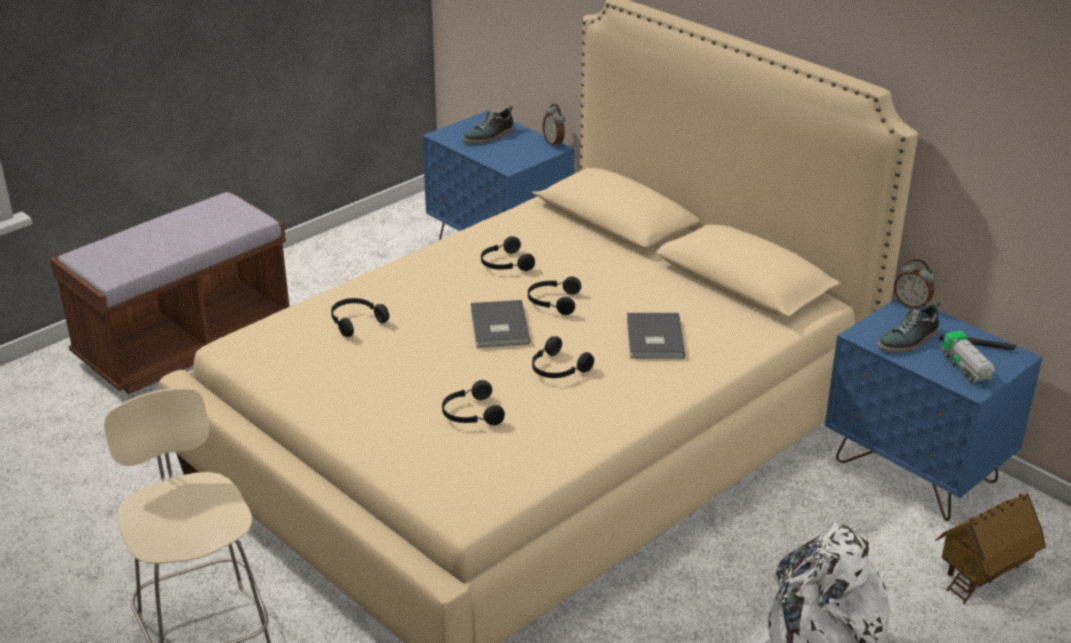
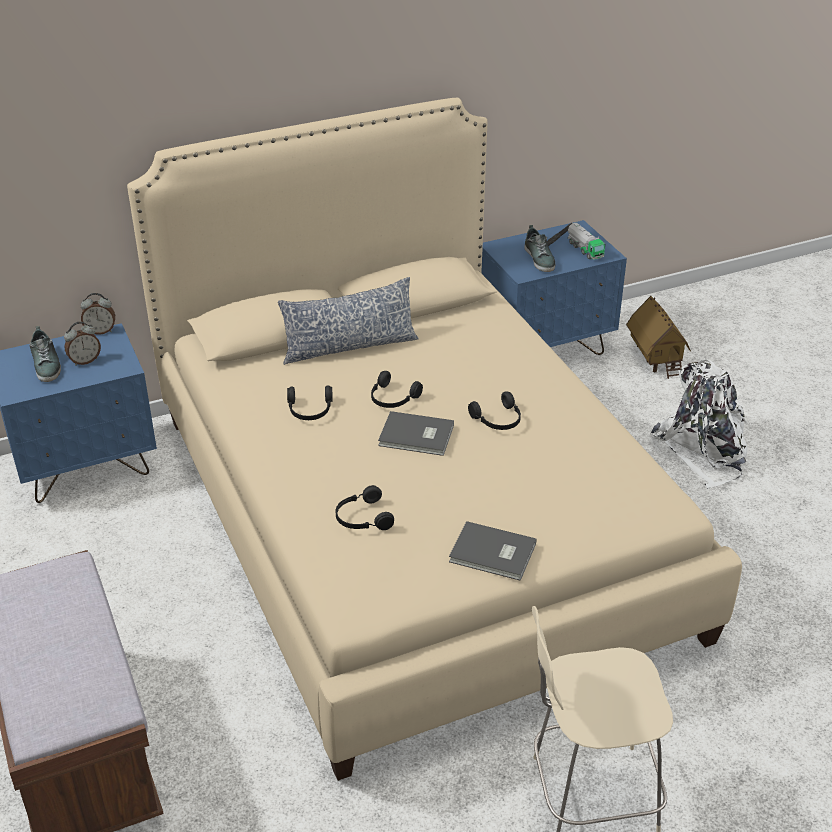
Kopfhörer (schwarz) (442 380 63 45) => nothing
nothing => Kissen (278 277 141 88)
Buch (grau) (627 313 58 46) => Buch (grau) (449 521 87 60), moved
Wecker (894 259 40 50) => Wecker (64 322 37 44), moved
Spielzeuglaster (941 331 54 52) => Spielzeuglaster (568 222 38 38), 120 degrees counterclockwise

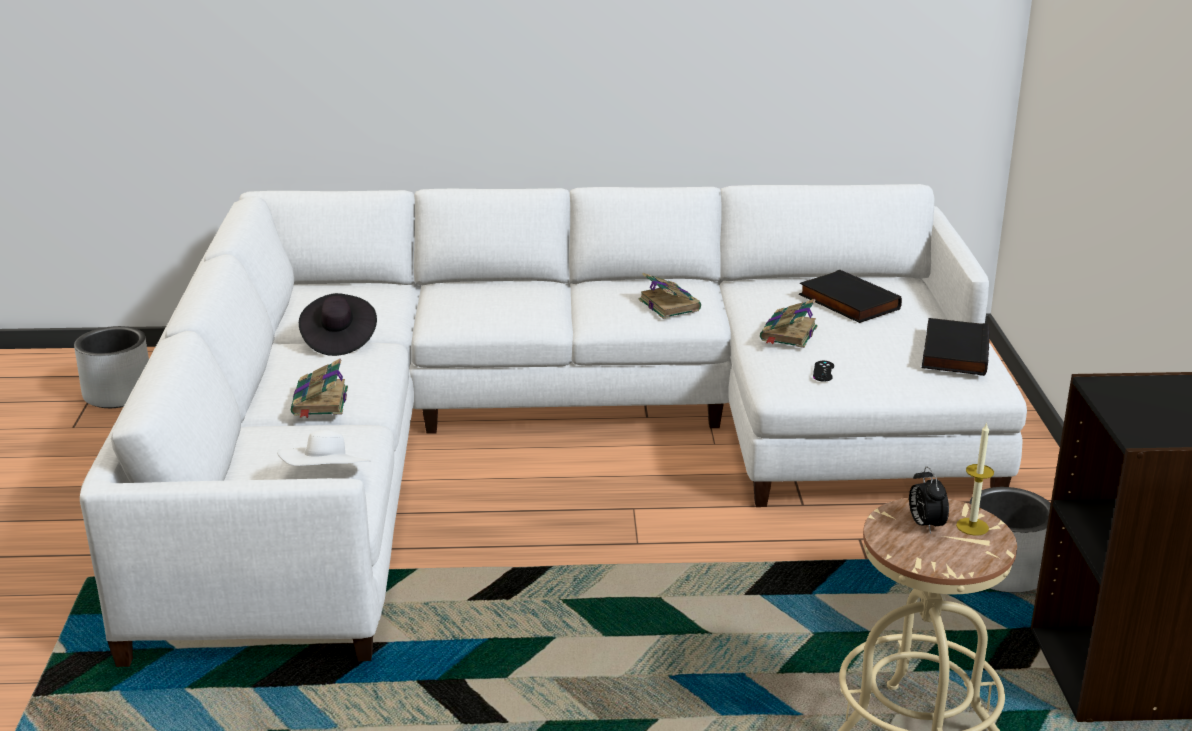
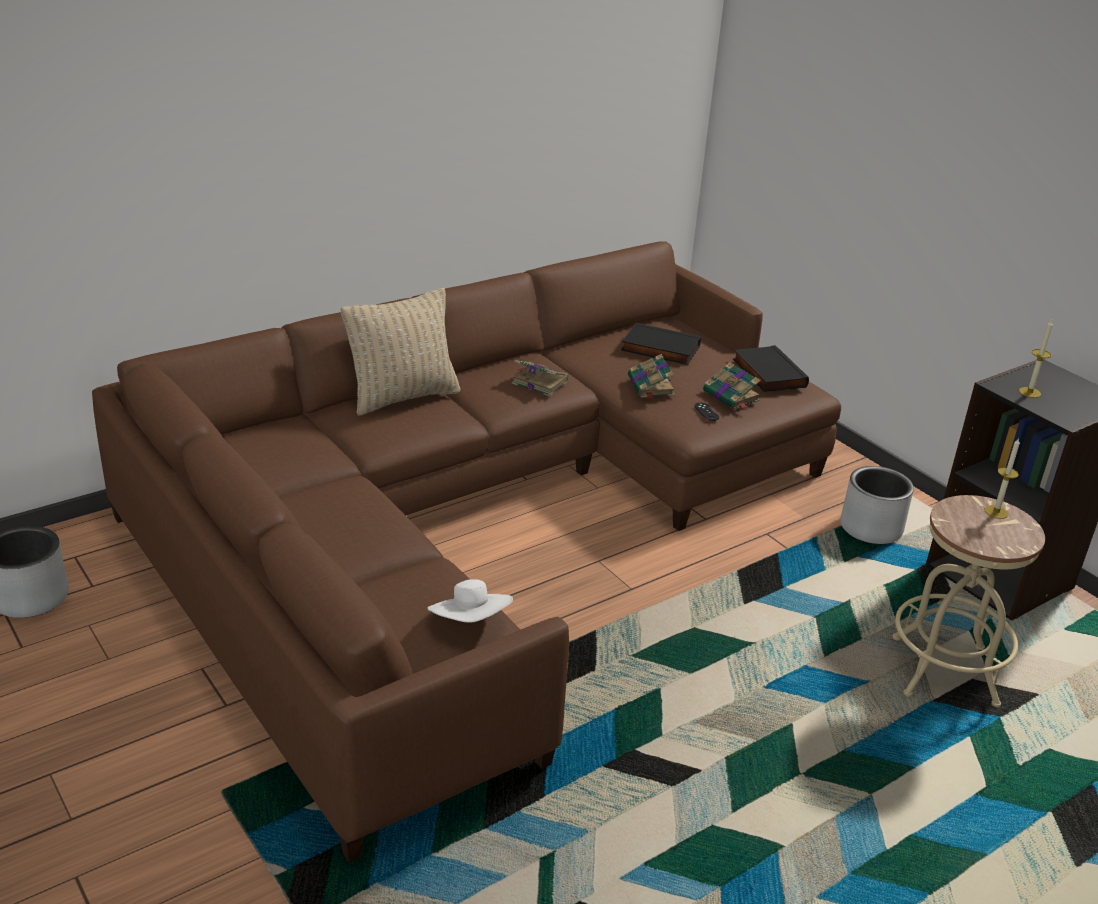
Hut (schwarz) (299 293 78 63) => nothing
Wecker (909 466 40 68) => nothing
nothing => Kissen (beige) (341 288 119 128)
nothing => Kerze (1019 320 34 78)
Buch (291 359 57 59) => Buch (703 362 58 48), moved
Sofa (weiß) (80 184 947 483) => Sofa (braun) (92 241 749 621)

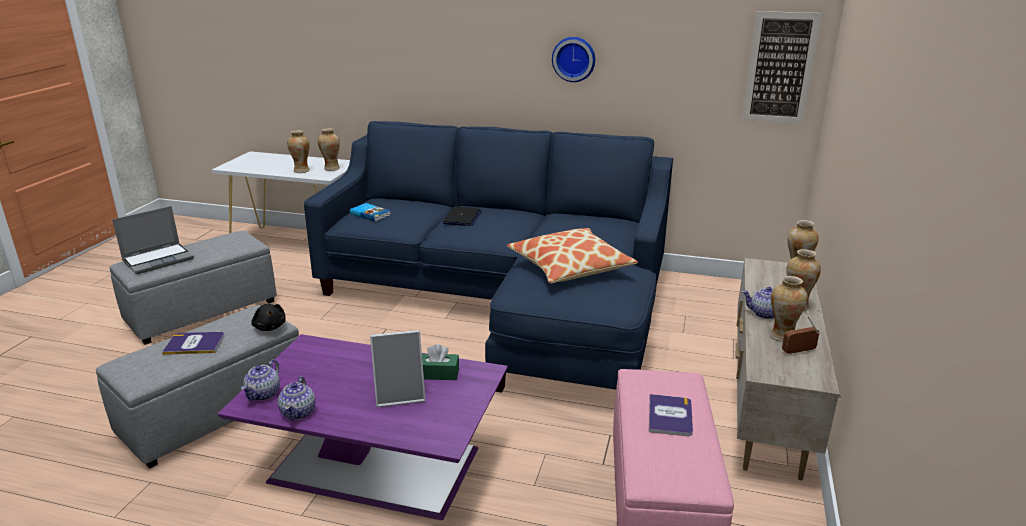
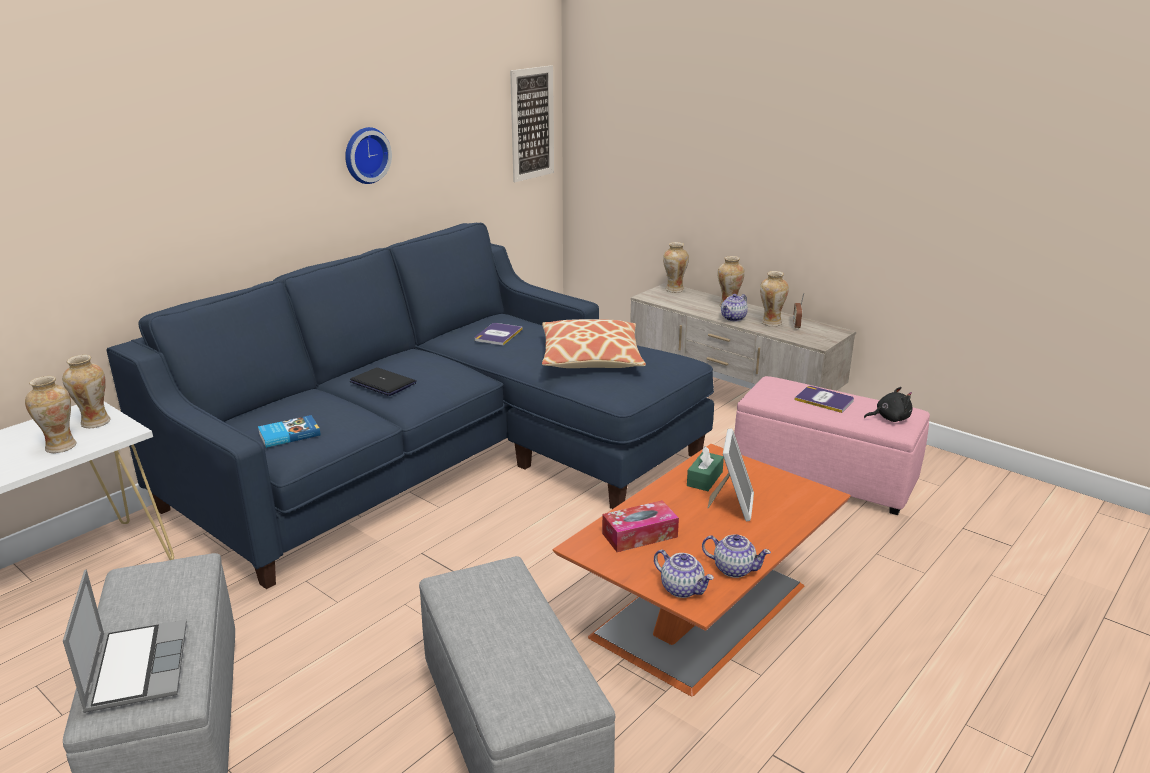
nothing => Taschentuchbox (602 500 77 52)
Buch (162 332 62 23) => Buch (474 323 49 22), moved
Plüschtier (schwarz) (251 304 35 27) => Plüschtier (schwarz) (864 387 49 35), moved
Couchtisch (lila) (218 334 290 186) => Couchtisch (orange) (553 444 298 252)

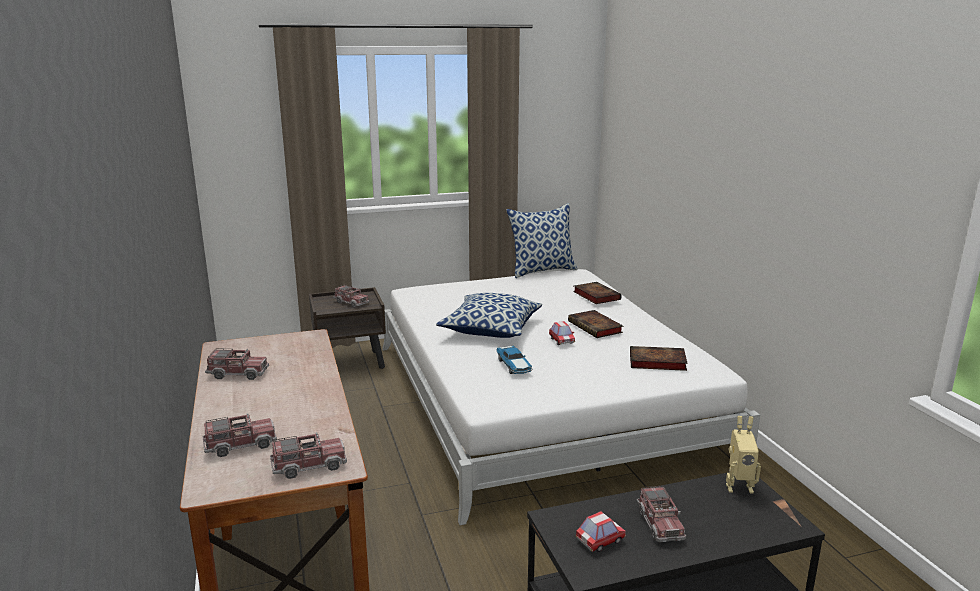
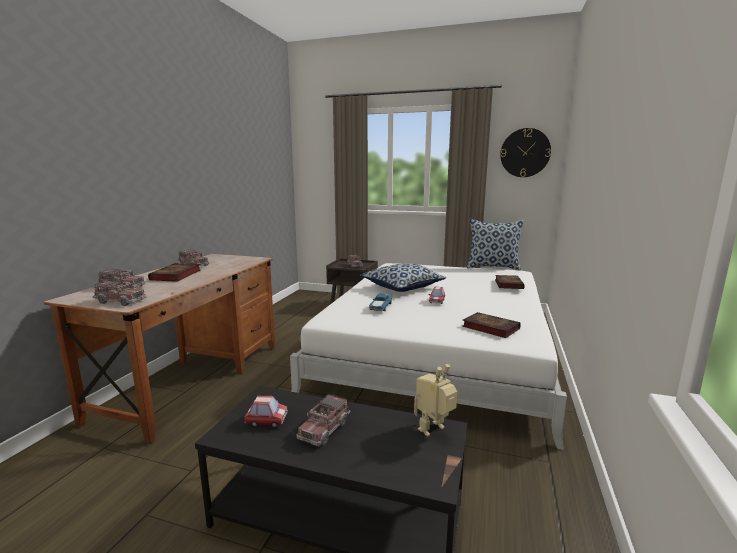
nothing => Wanduhr (500 128 51 49)
Buch (568 310 55 28) => Buch (148 263 53 19), moved
Spielzeugroboter (726 416 35 78) => Spielzeugroboter (414 364 43 72), 105 degrees clockwise

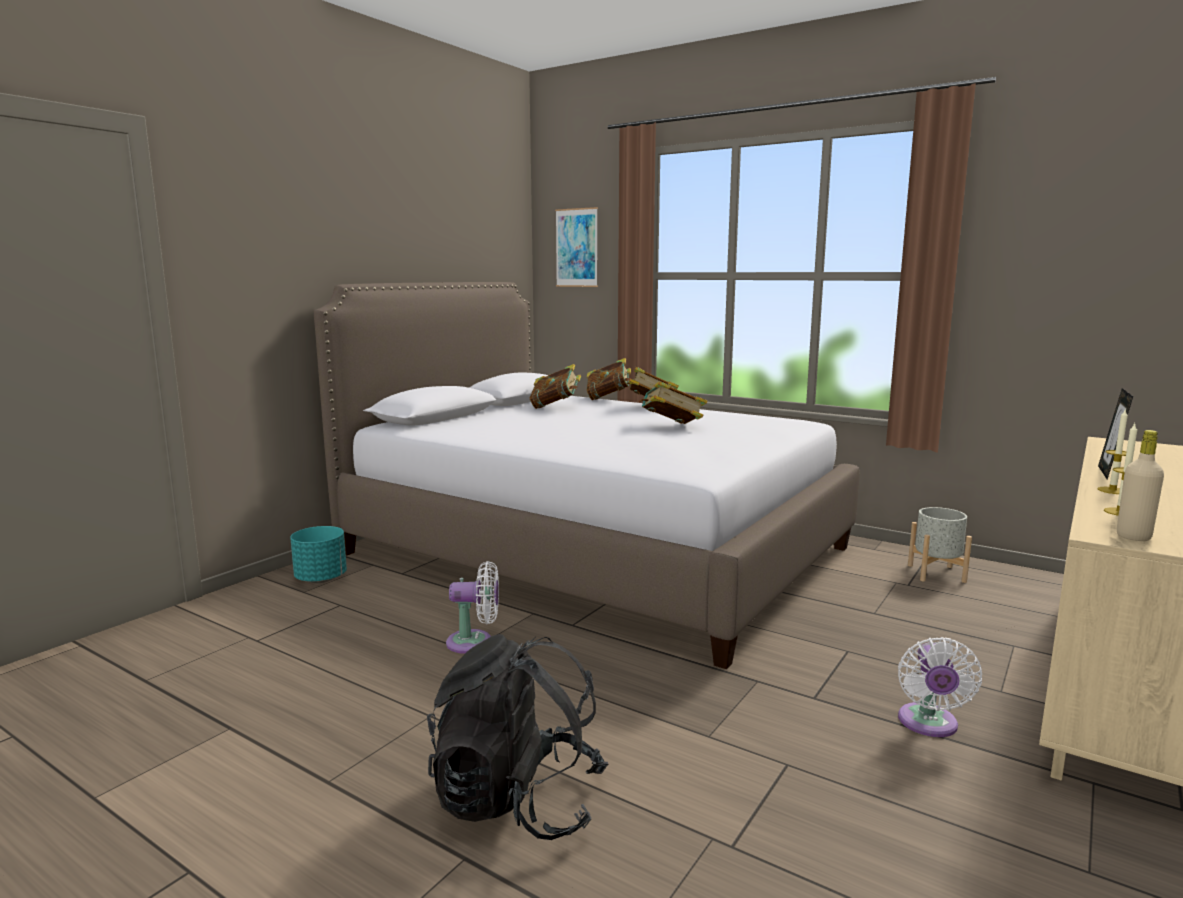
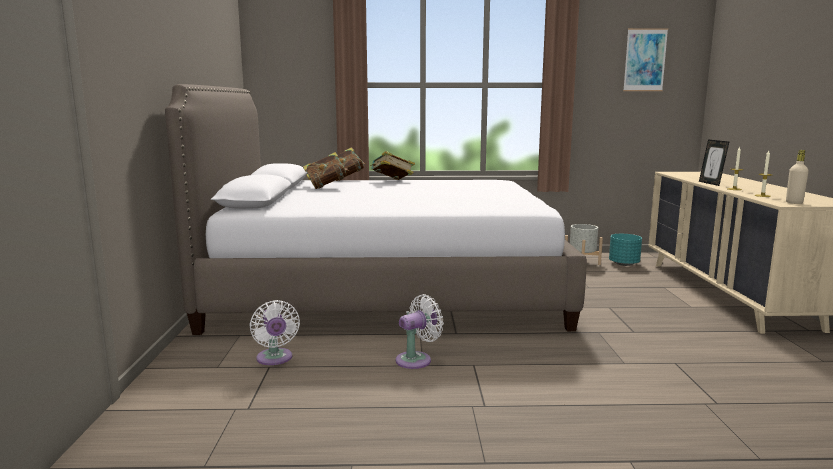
Rucksack (schwarz) (427 634 181 206) => nothing
Buch (639 381 68 43) => nothing
Pflanzkübel (türkis) (290 526 57 57) => Pflanzkübel (türkis) (609 234 33 32), moved
Bild (555 207 43 80) => Bild (623 28 45 63), moved
Ventilator (weiß) (898 637 84 100) => Ventilator (weiß) (249 300 51 65), moved

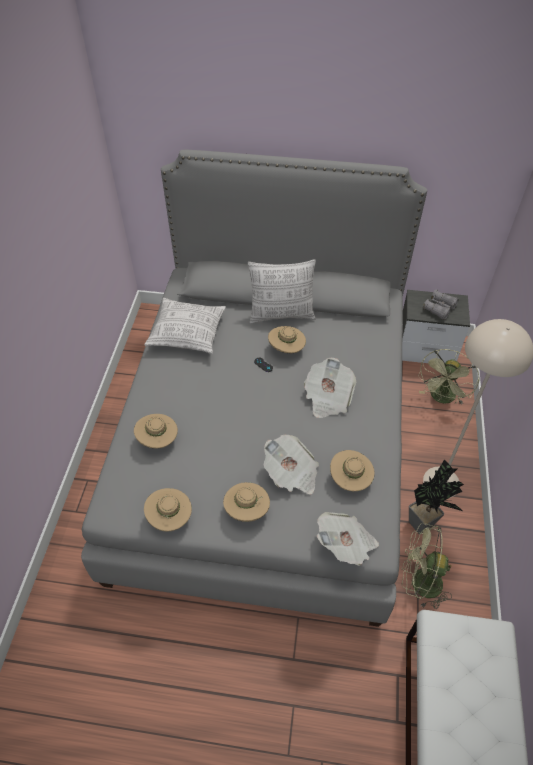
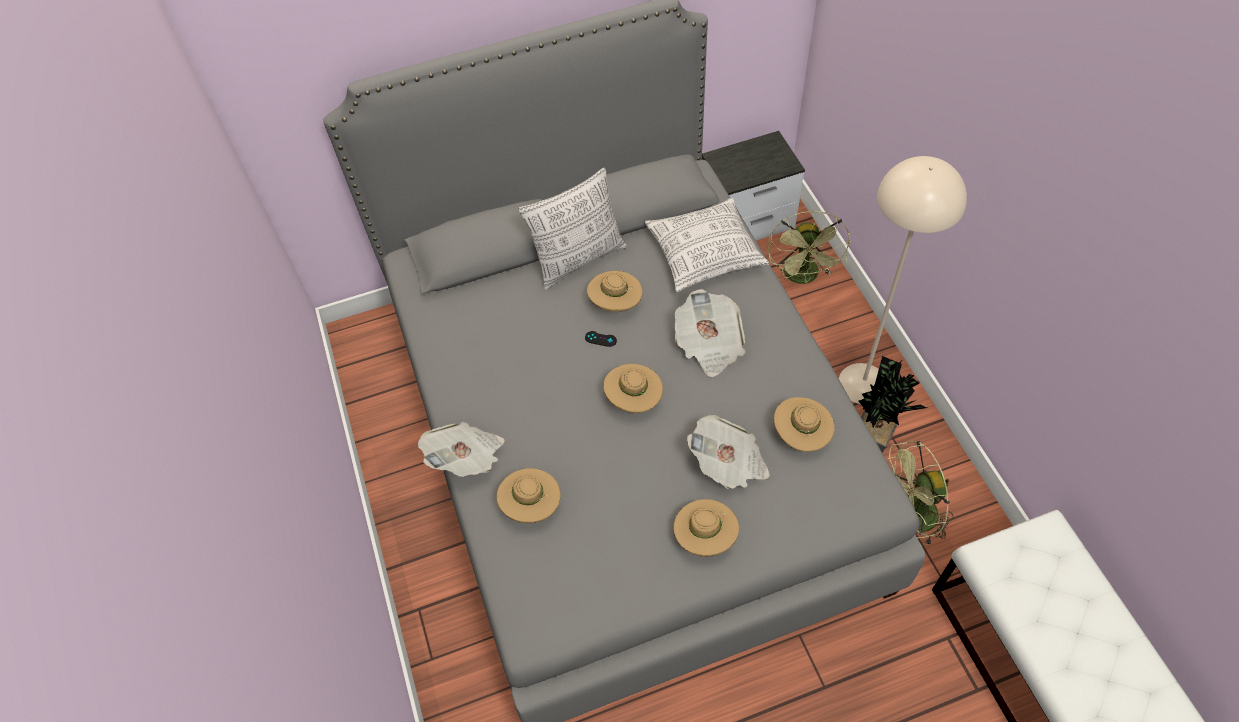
Fernglas (grau) (423 289 36 31) => nothing
Kissen (144 298 82 56) => Kissen (645 198 124 94), moved
Hut (beige) (144 488 48 44) => Hut (beige) (603 364 60 49), moved
Zeitung (317 512 62 54) => Zeitung (418 422 87 55), moved

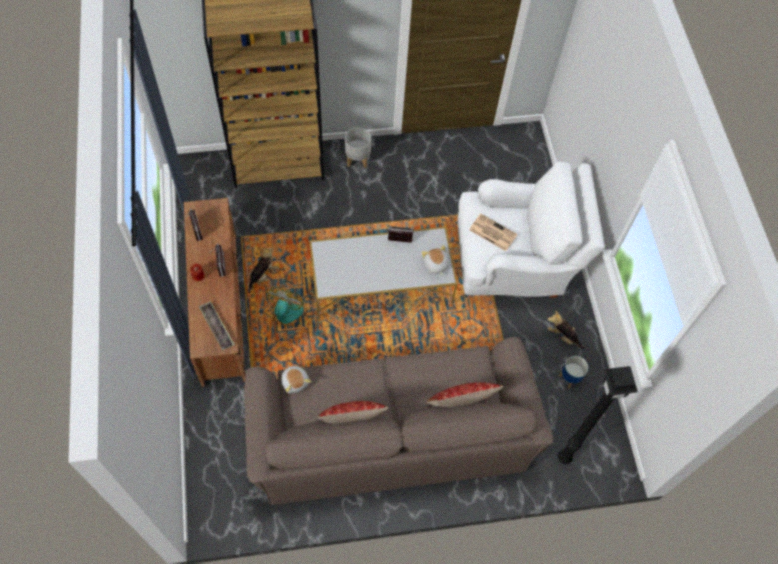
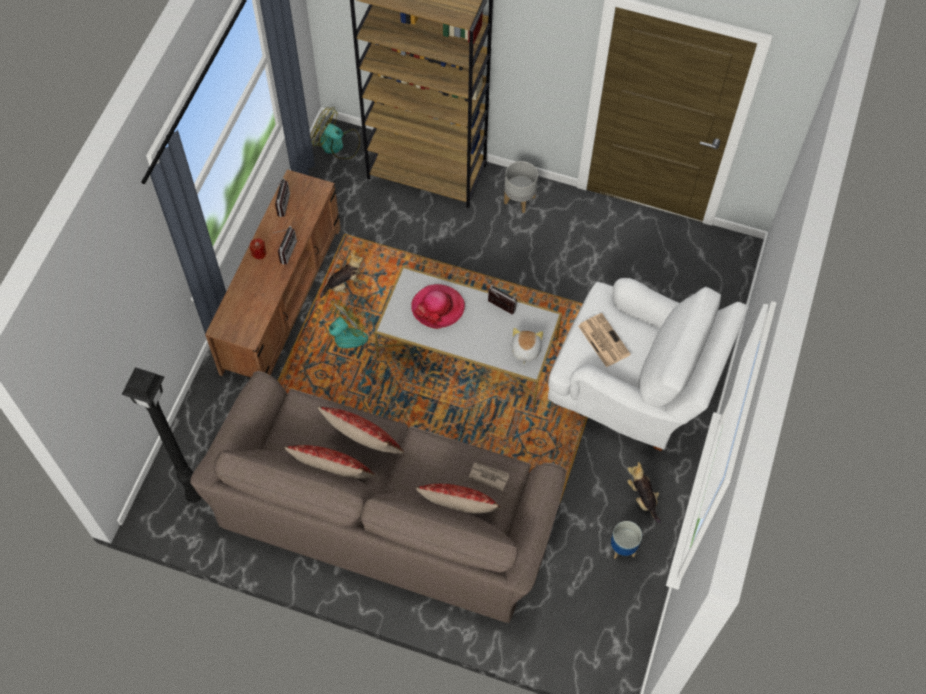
Tablett (199 301 36 49) => nothing
Plüschtier (281 365 30 29) => nothing
nothing => Ventilator (311 107 49 52)
nothing => Kissen (318 407 86 47)
nothing => Hut (411 284 54 45)
nothing => Zeitung (469 463 40 28)
Stehlampe (schwarz) (558 366 80 98) => Stehlampe (schwarz) (122 367 80 136), moved

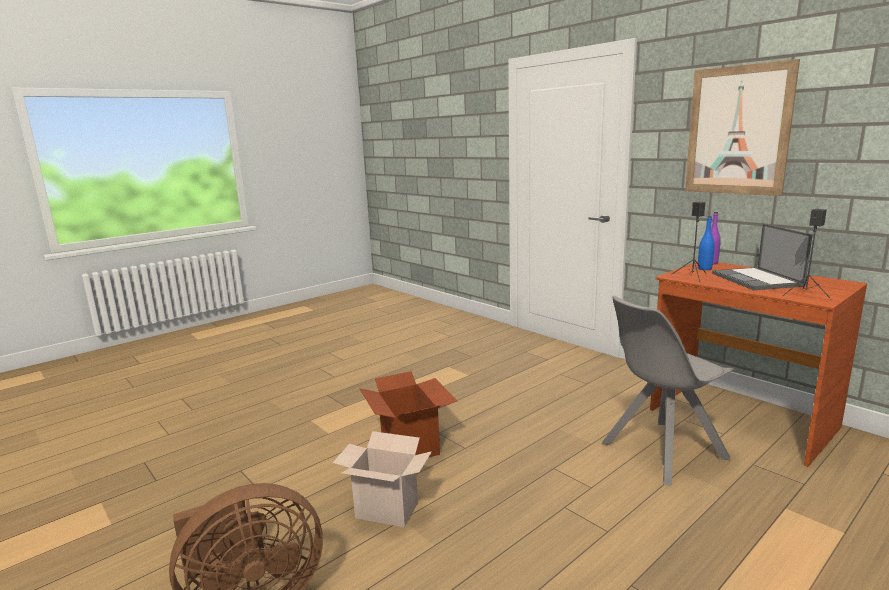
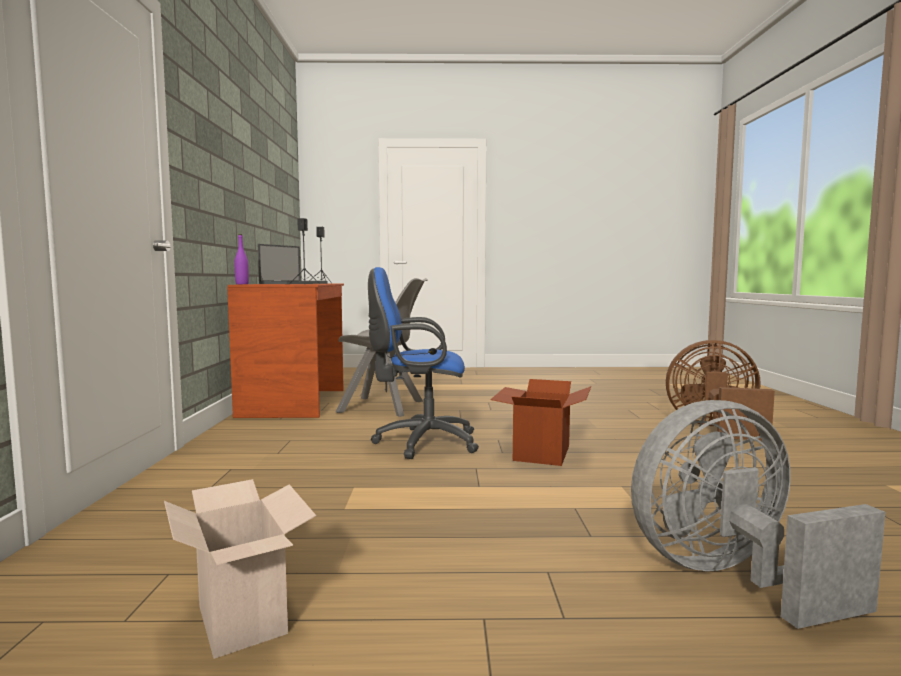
Bild (685 59 115 137) => nothing
Flasche (blau) (698 216 17 54) => nothing
nothing => Bürostuhl (blau) (368 267 111 192)
nothing => Ventilator (grau) (631 400 254 229)
Karton (333 431 99 96) => Karton (164 479 152 180), moved

